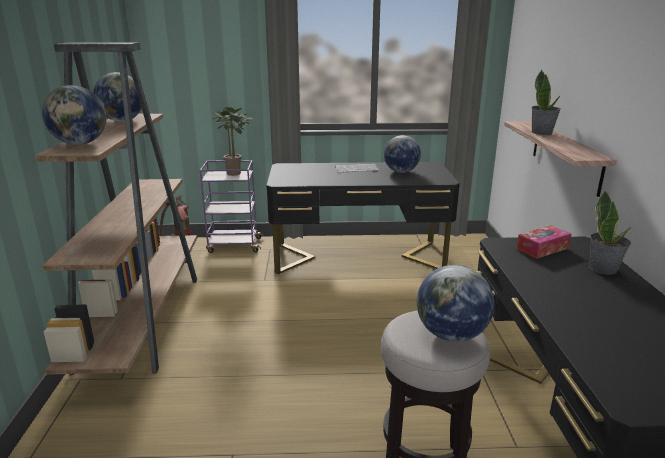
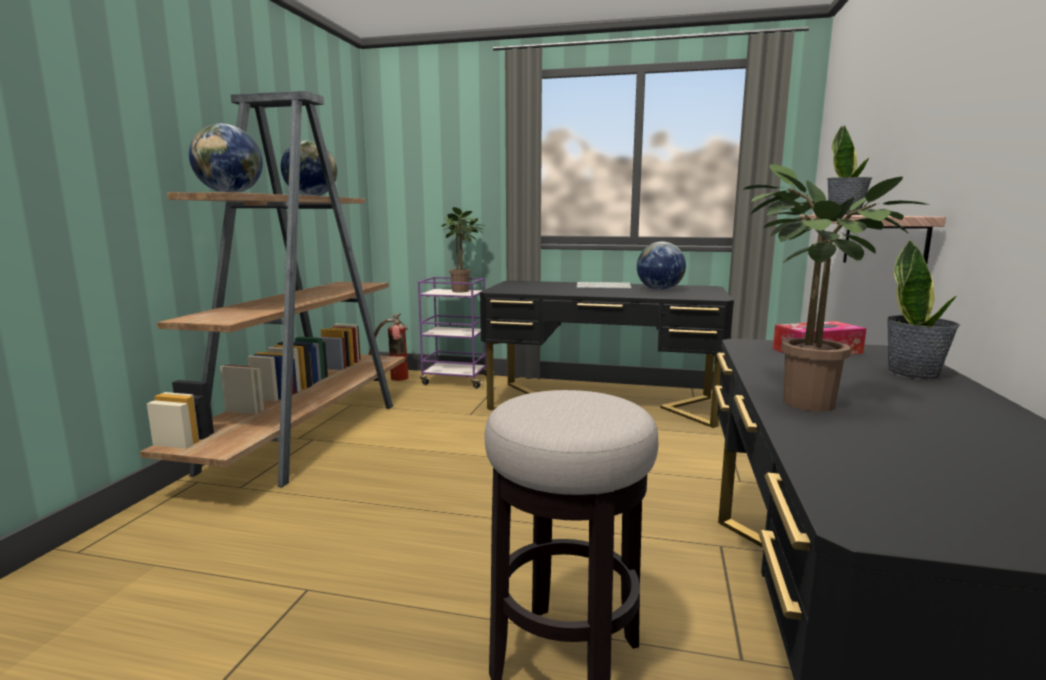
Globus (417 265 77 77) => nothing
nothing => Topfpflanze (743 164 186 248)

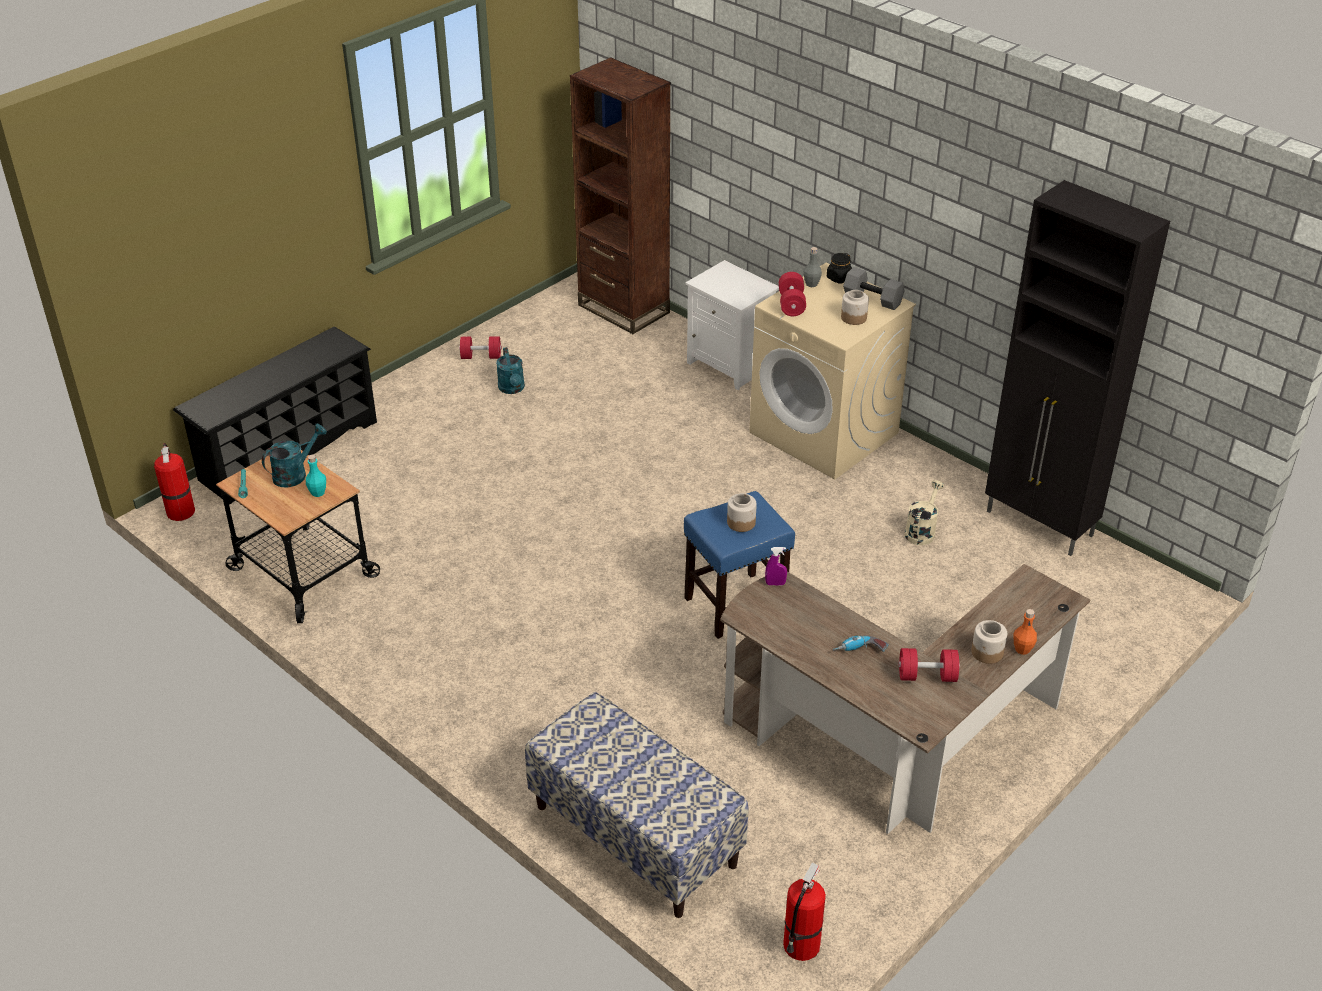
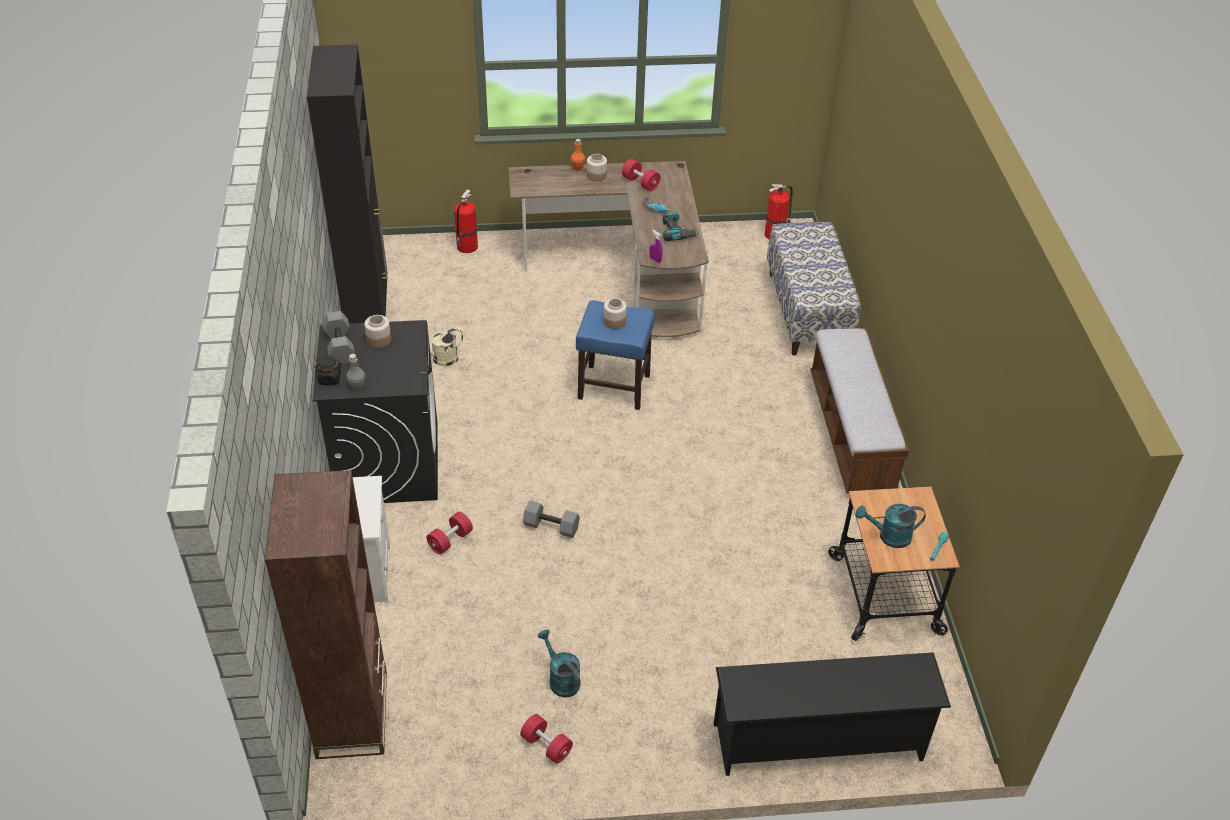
Flasche (türkis) (306 455 20 42) => nothing
nothing => Hantel (grau) (523 501 57 37)
nothing => Bohrmaschine (663 212 36 29)
nothing => Bank (810 328 99 165)
Feuerlöscher (154 443 41 78) => Feuerlöscher (454 189 24 64), moved
Hantel (rot) (779 272 27 44) => Hantel (rot) (426 512 47 42), moved
Waschmaschine (beige) (749 263 167 216) => Waschmaschine (schwarz) (313 320 125 183)
Gießkanne (türkis) (496 347 29 47) => Gießkanne (türkis) (538 629 43 68), 60 degrees counterclockwise

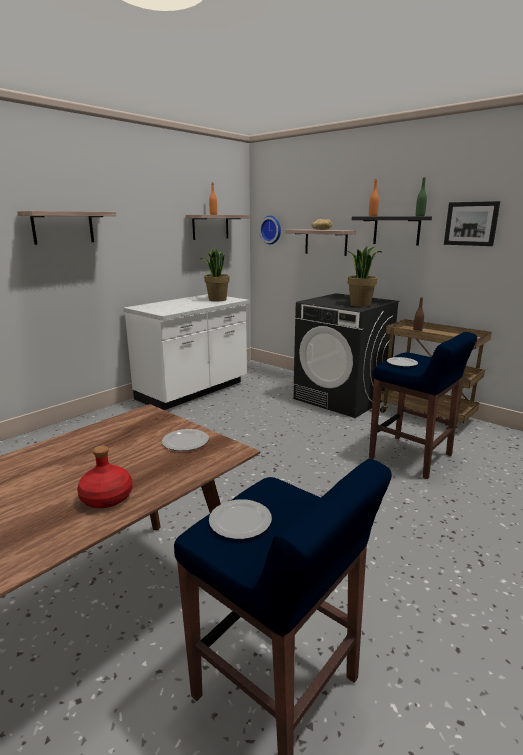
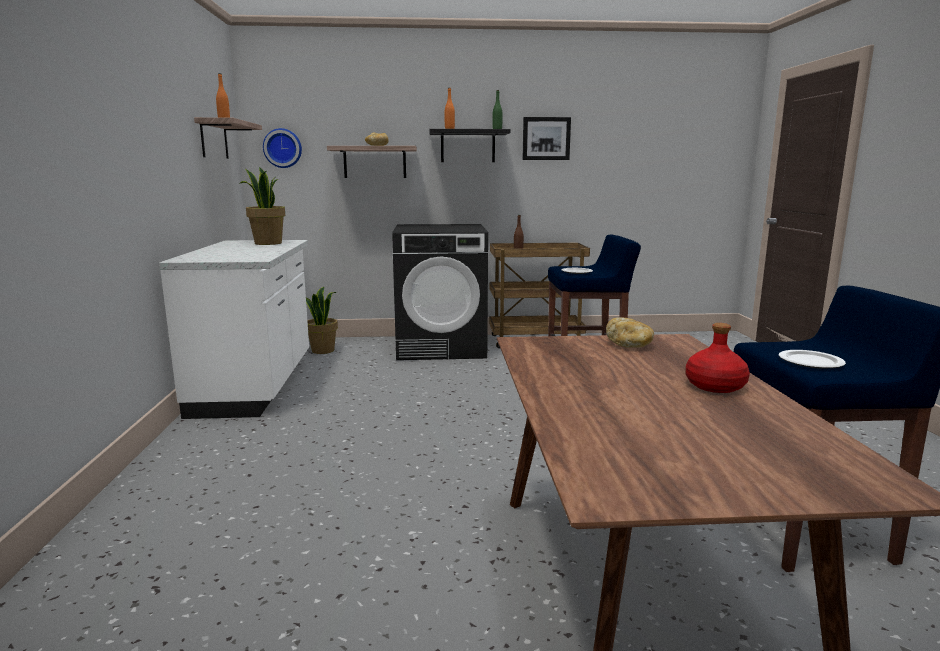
Wandregal (17 211 99 34) => nothing
Topfpflanze (347 246 35 61) => Topfpflanze (306 287 32 67), moved
Teller (162 429 47 22) => Brot (606 318 48 30)

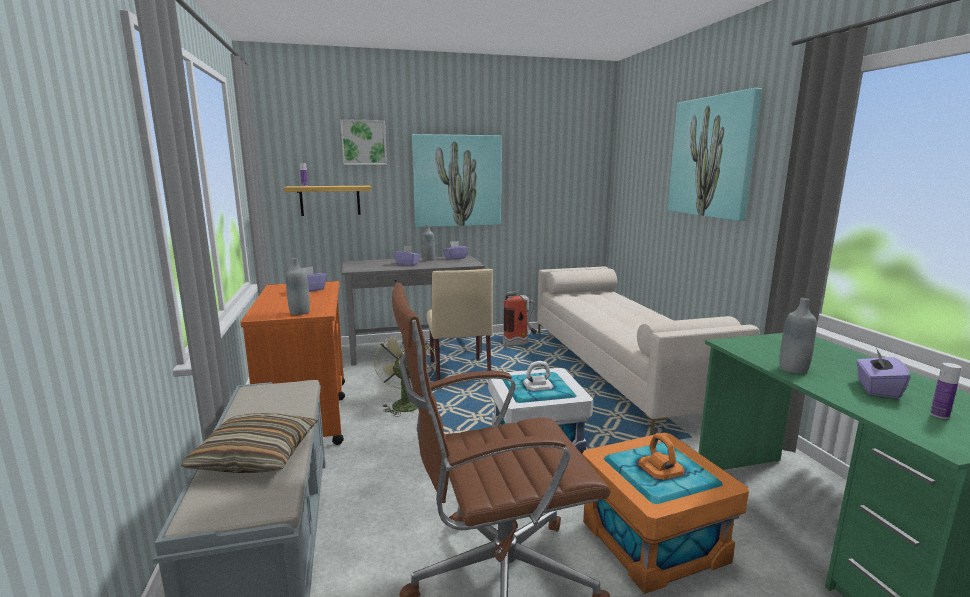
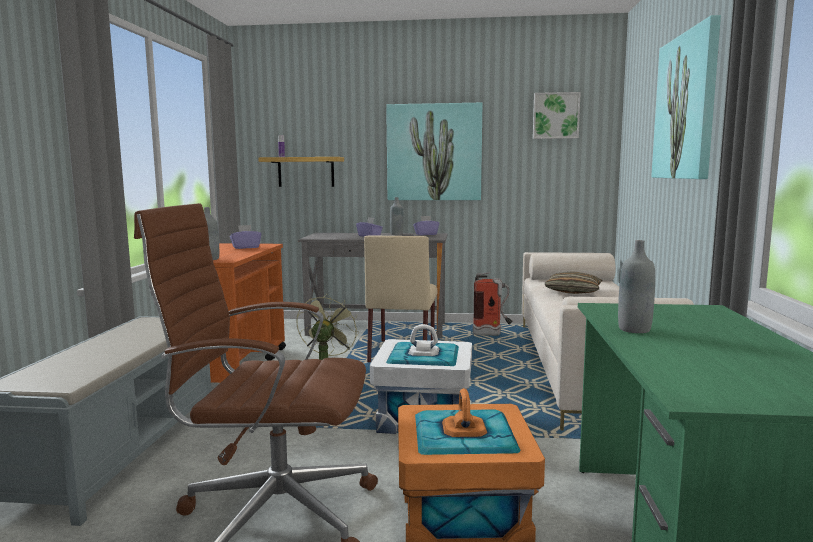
Taschentuchbox (lila) (856 348 54 51) => nothing
Flasche (930 363 32 56) => nothing
Kissen (181 413 137 60) => Kissen (545 272 57 22), moved
Bild (340 119 47 46) => Bild (533 92 48 47), moved

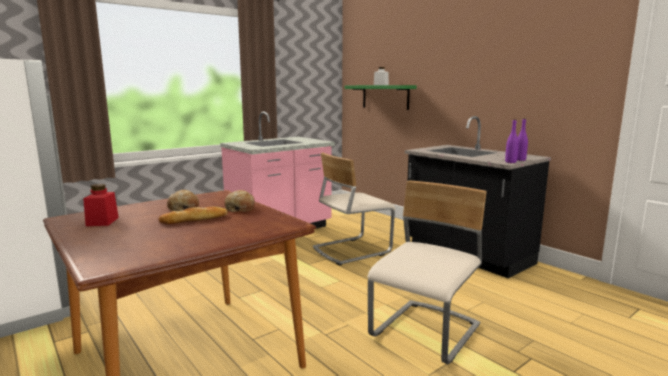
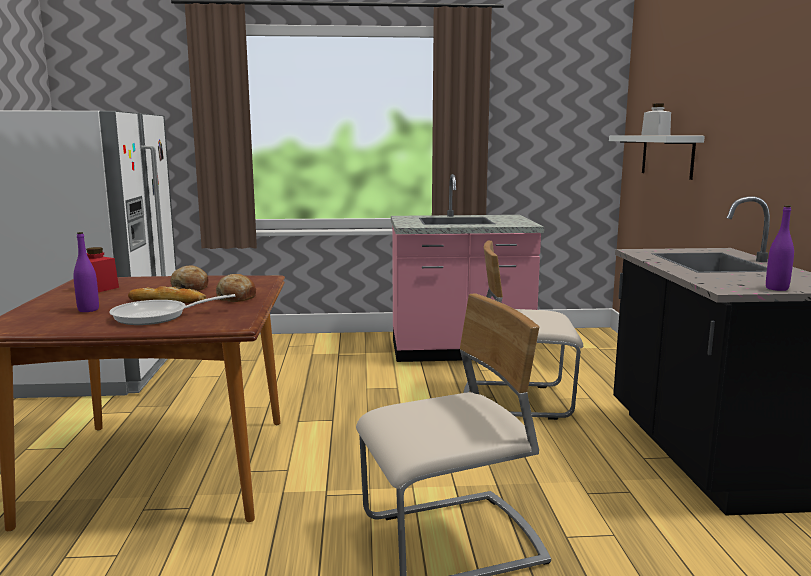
nothing => Pfanne (109 294 126 31)
Flasche (lila) (505 119 14 44) => Flasche (lila) (73 232 26 80), moved
Wandregal (grün) (344 85 73 25) => Wandregal (weiß) (609 135 96 45)

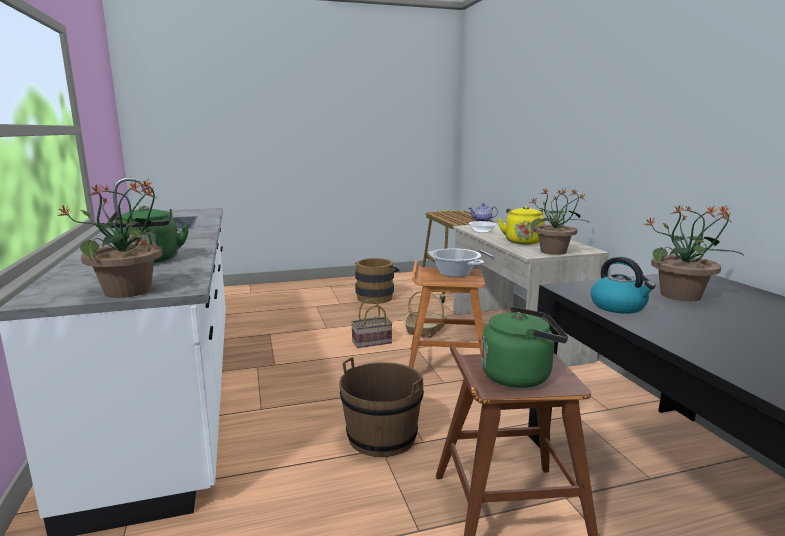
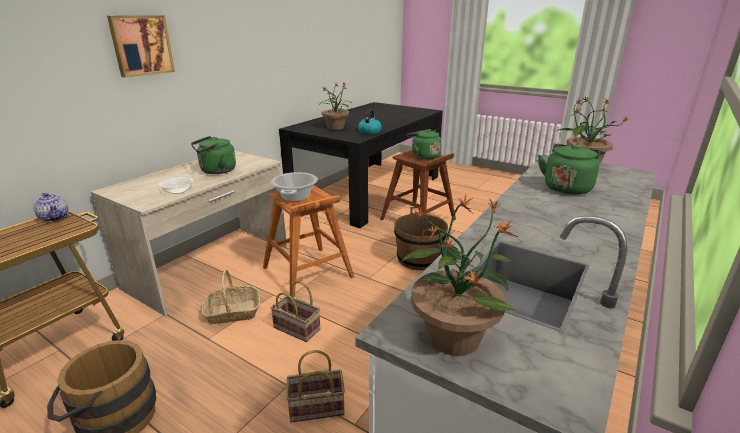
nothing => Bild (107 15 68 62)
nothing => Korb (286 350 59 73)
Topfpflanze (530 189 60 66) => Topfpflanze (401 194 117 162), moved
Wasserkessel (gelb) (498 206 47 39) => Wasserkessel (grün) (191 136 45 38)

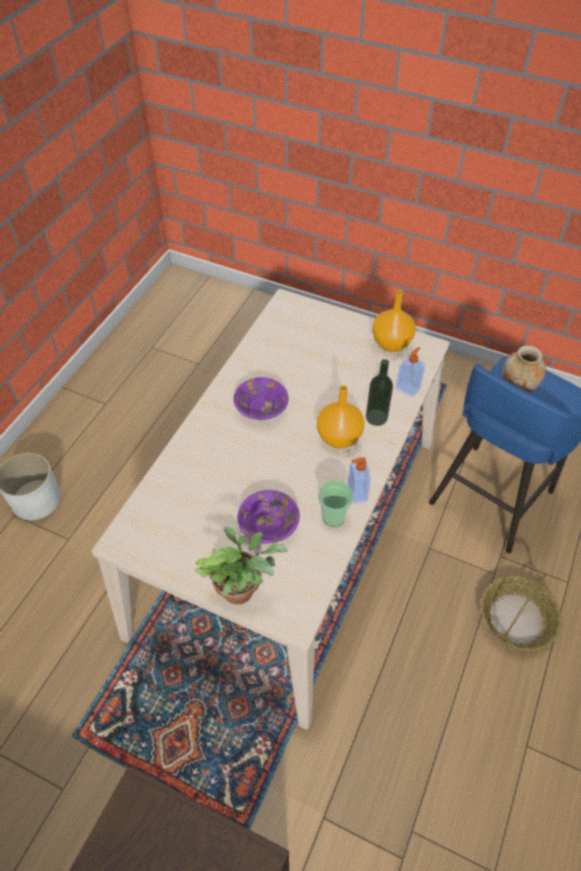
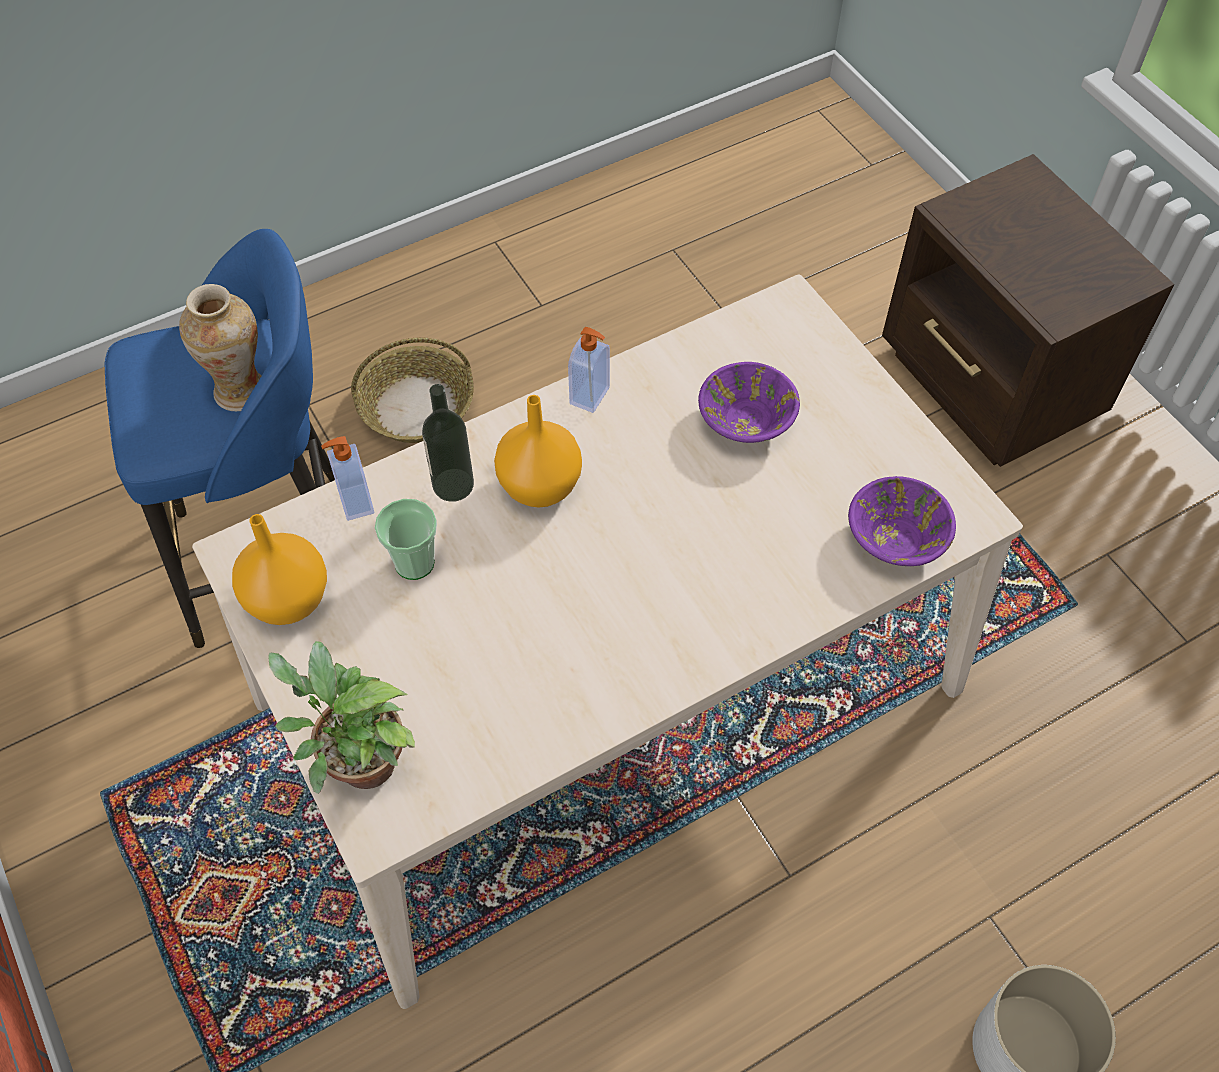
Topfpflanze (195 526 93 79) => Topfpflanze (268 641 147 153), moved
Schüssel (lila) (234 377 55 43) => Schüssel (lila) (848 476 108 90), moved
Tasse (318 480 35 47) => Tasse (375 499 62 81), moved

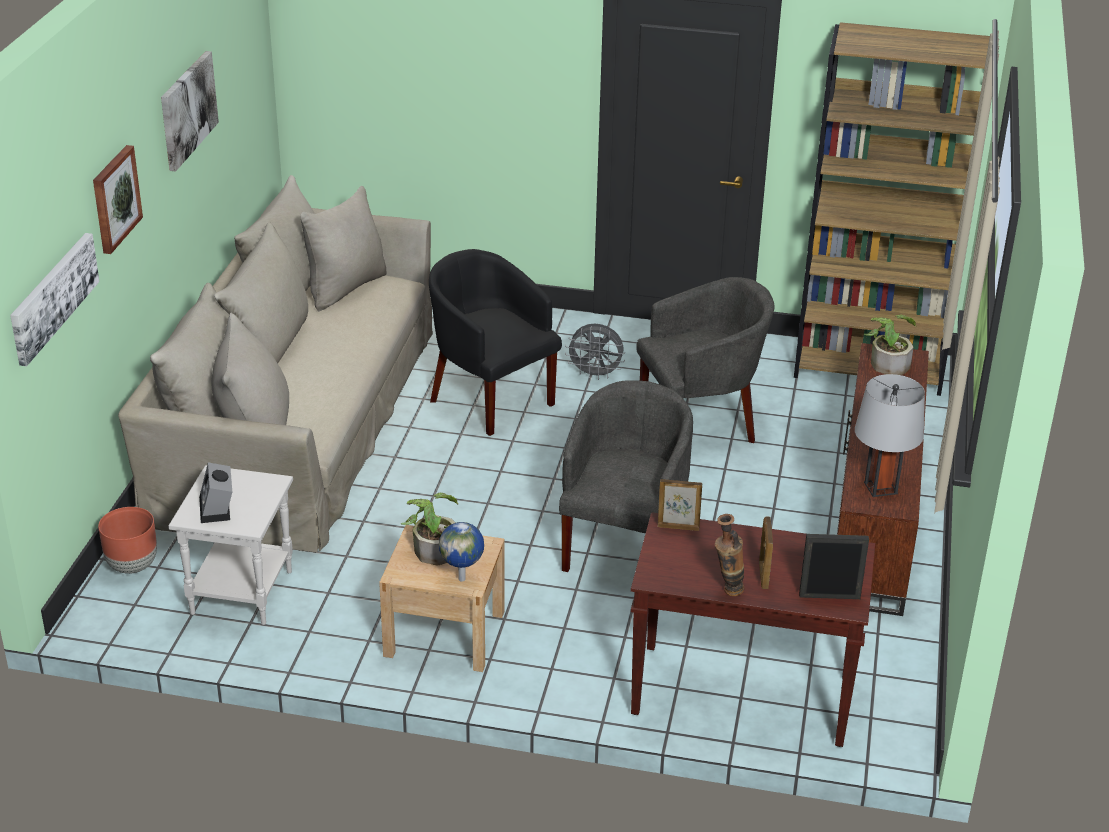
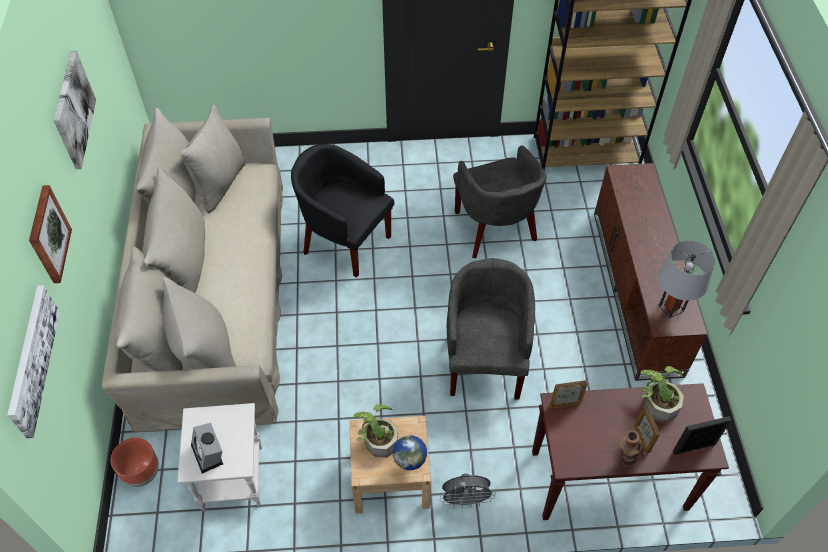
Ventilator (grau) (565 324 60 56) => Ventilator (grau) (440 474 56 35), moved
Topfpflanze (864 315 52 60) => Topfpflanze (641 366 43 57), moved
Sessel (grau) (636 277 139 166) => Sessel (grau) (453 145 94 113), 105 degrees clockwise

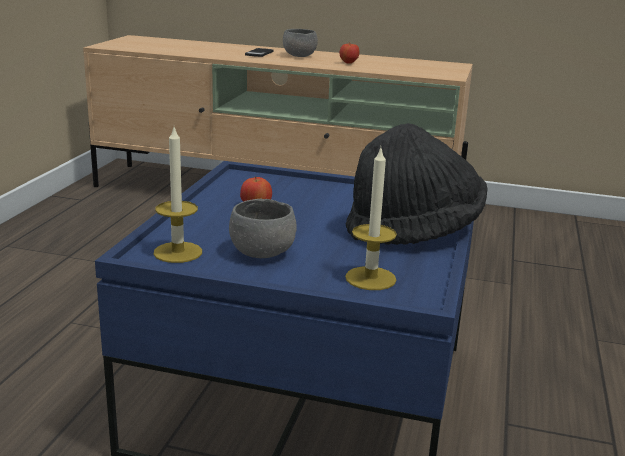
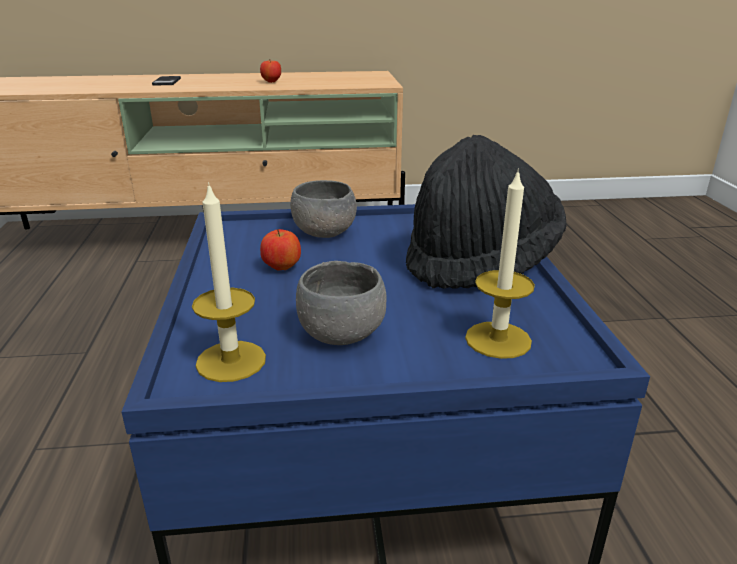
Schüssel (grau) (283 29 35 28) => Schüssel (grau) (290 180 67 58), moved

